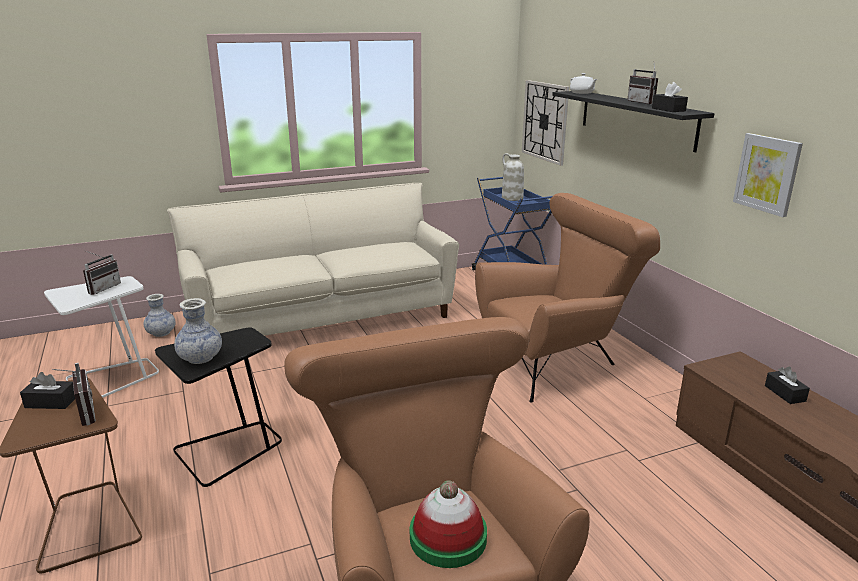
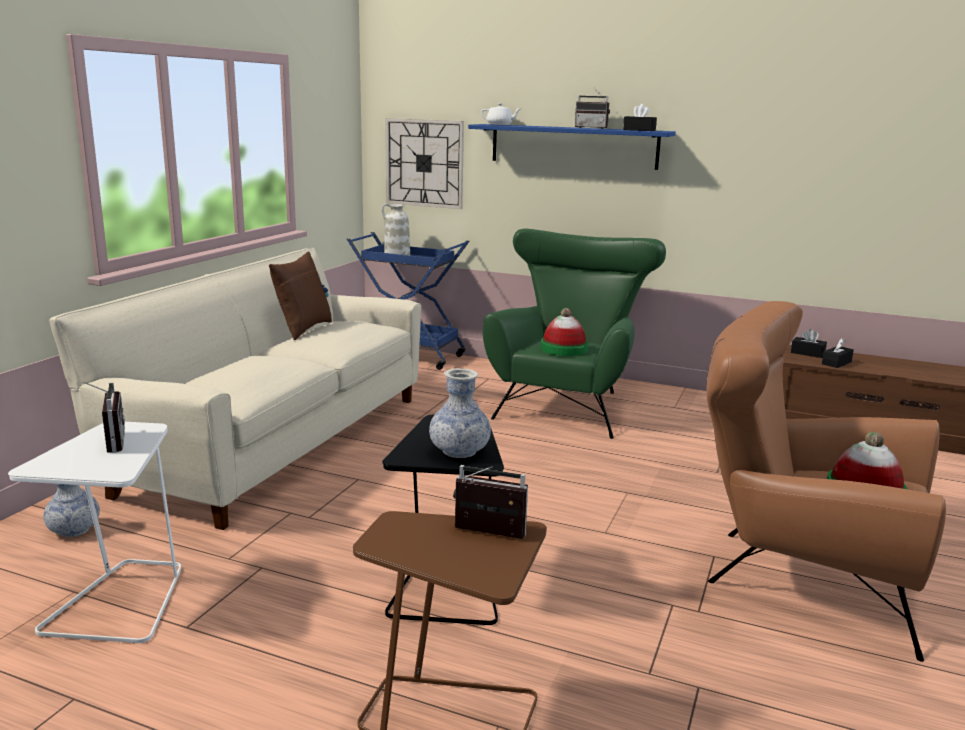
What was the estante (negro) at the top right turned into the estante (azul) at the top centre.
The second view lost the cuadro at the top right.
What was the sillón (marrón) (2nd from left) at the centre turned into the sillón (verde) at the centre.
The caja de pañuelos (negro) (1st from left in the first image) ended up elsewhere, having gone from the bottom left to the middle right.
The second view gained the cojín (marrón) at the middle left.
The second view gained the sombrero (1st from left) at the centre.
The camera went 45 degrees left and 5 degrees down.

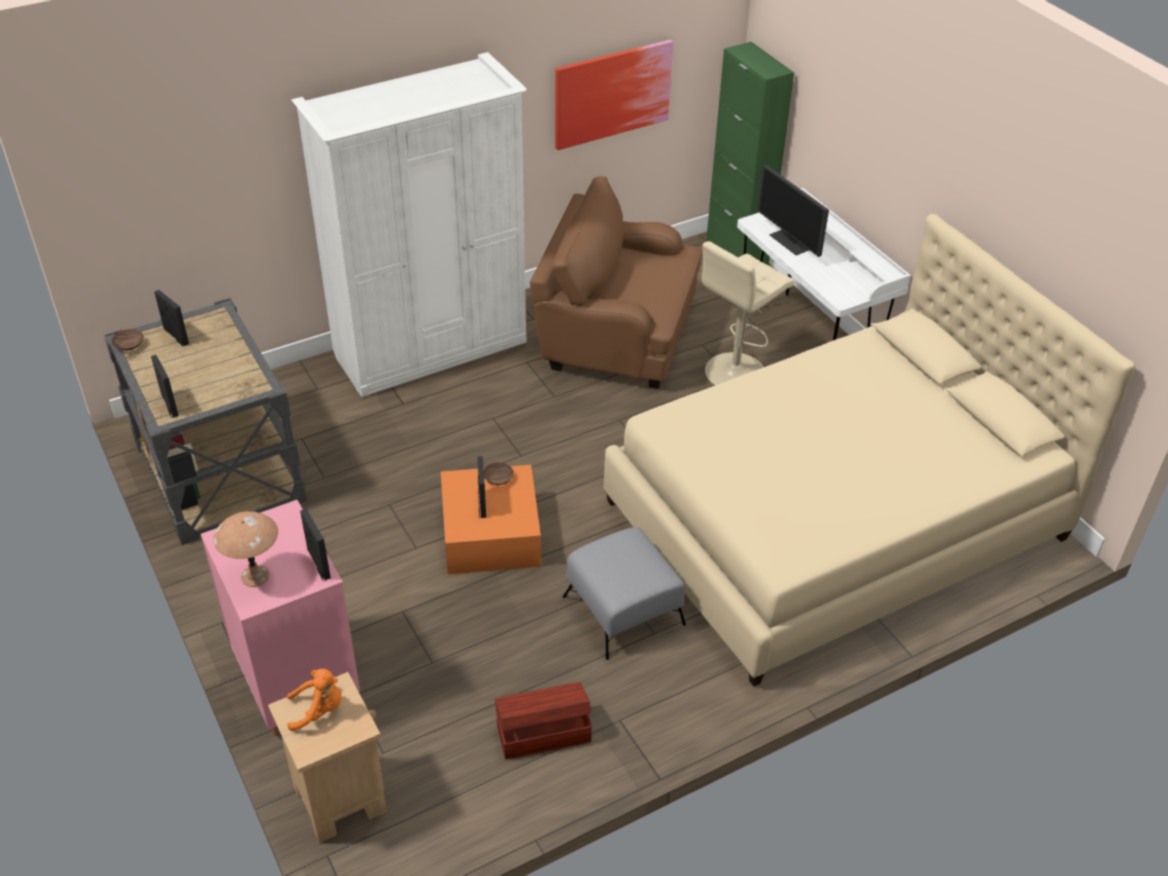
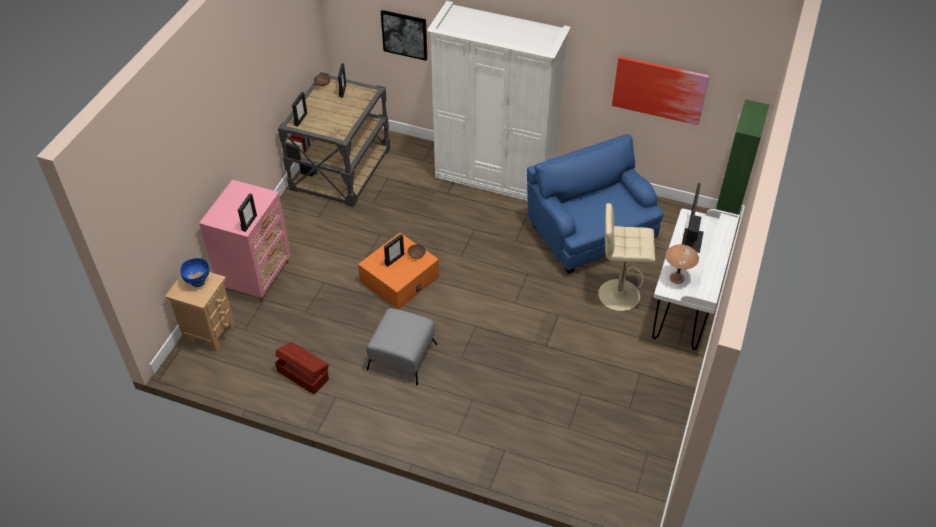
What was the sillón (marrón) at the top centre turned into the sillón (azul) at the centre.
The second view lost the cama (beis) at the middle right.
The lámpara de mesa (marrón) ended up elsewhere, having gone from the middle left to the middle right.
Where the peluche (naranja) stood at the bottom left, the cuenco (azul) came to stand at the middle left.
The second view gained the cuadro (1st from left) at the top centre.
The camera went 50 degrees right and 5 degrees up.

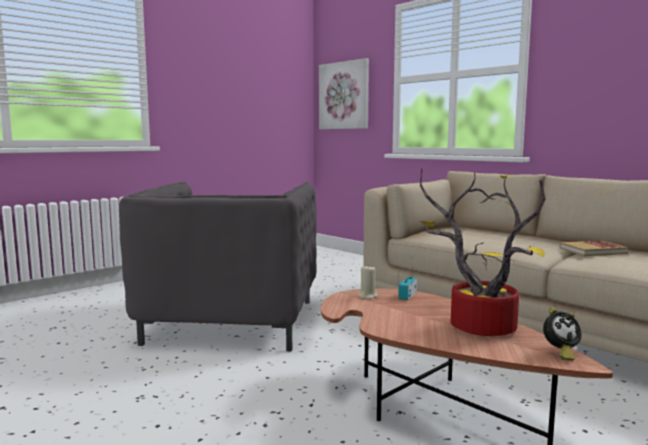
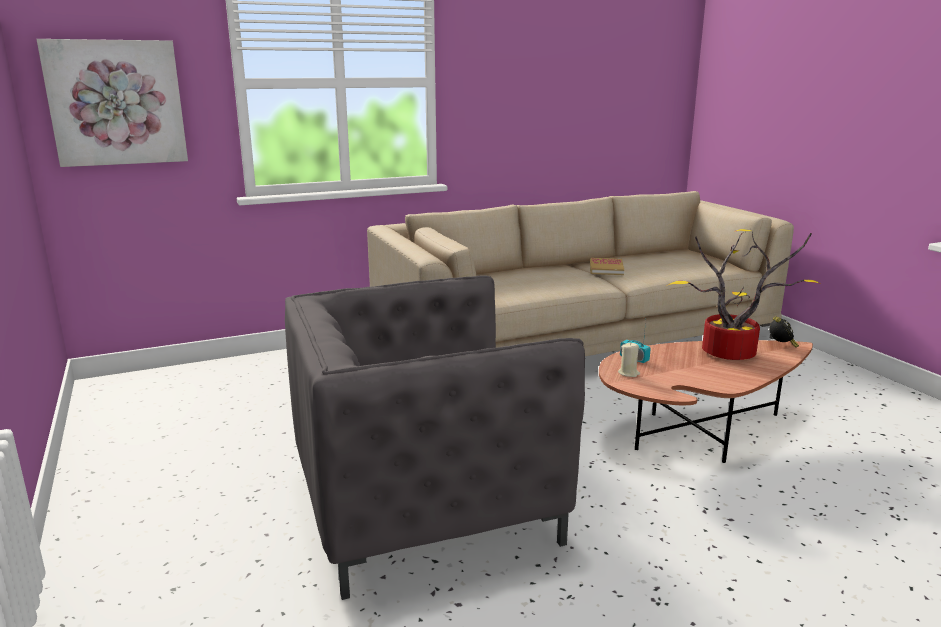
The sillón (gris) at the centre ended up facing another way, 135 degrees clockwise from before.
The camera went 70 degrees left and 10 degrees up.

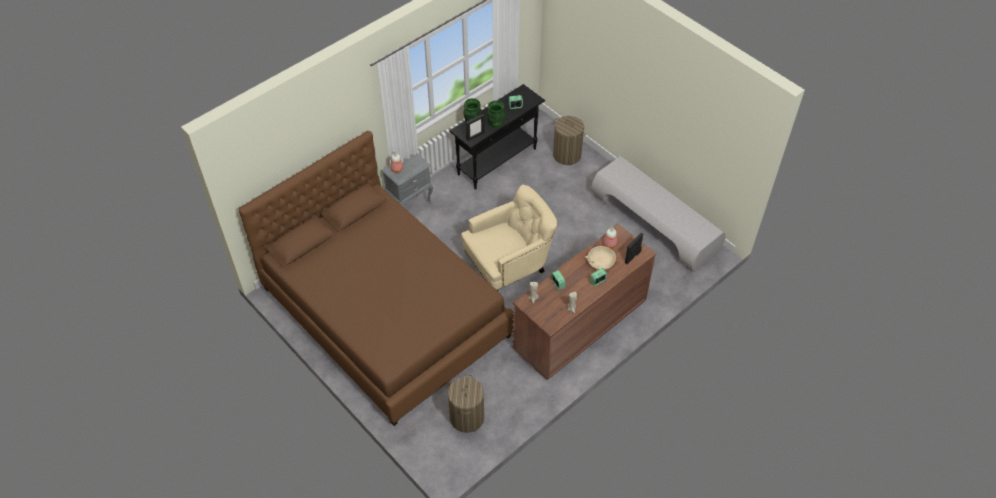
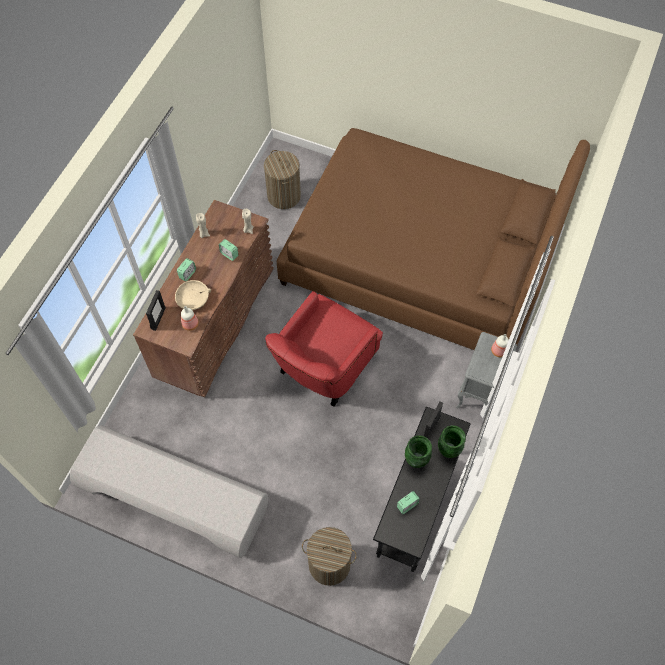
What was the sillón (beis) at the centre turned into the sillón (rojo) at the centre.
The camera went 155 degrees right and 10 degrees up.

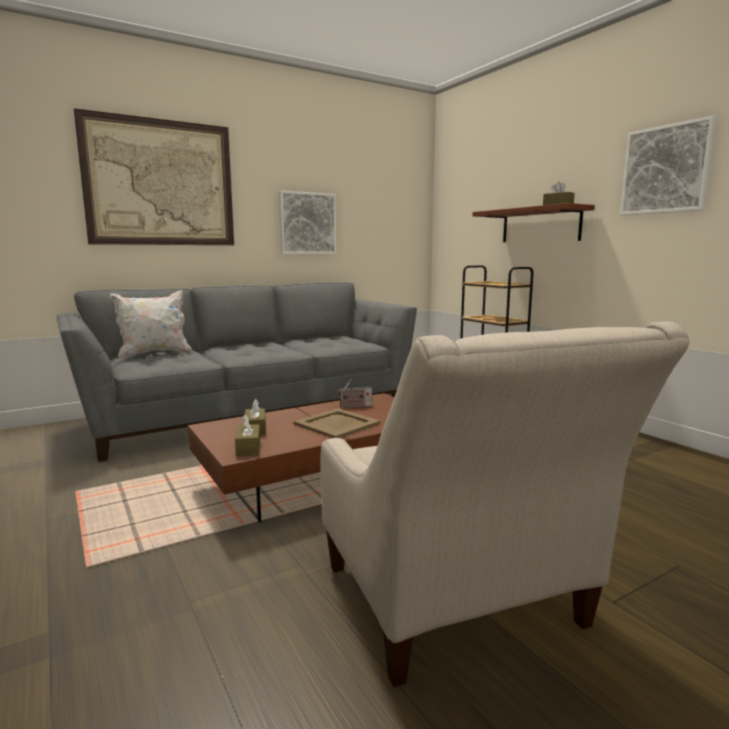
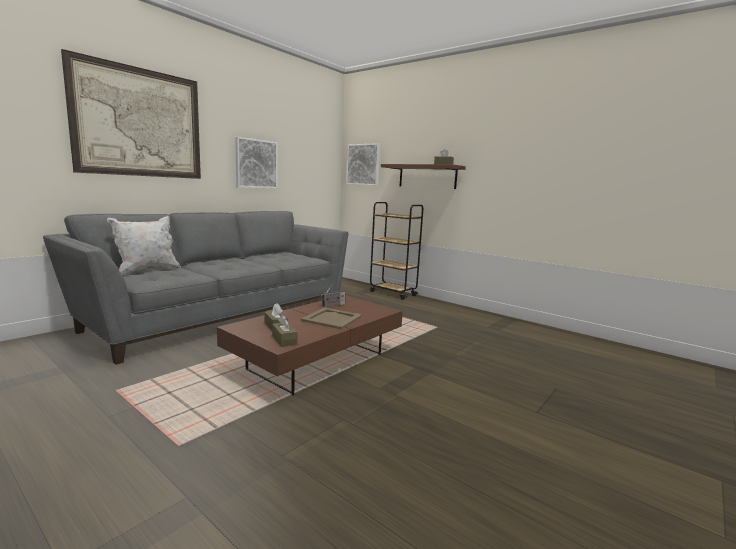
The cuadro (3rd from left) ended up elsewhere, having gone from the top right to the top centre.
The second view lost the sillón (beis) at the bottom right.
The camera went 20 degrees left and 0 degrees up.

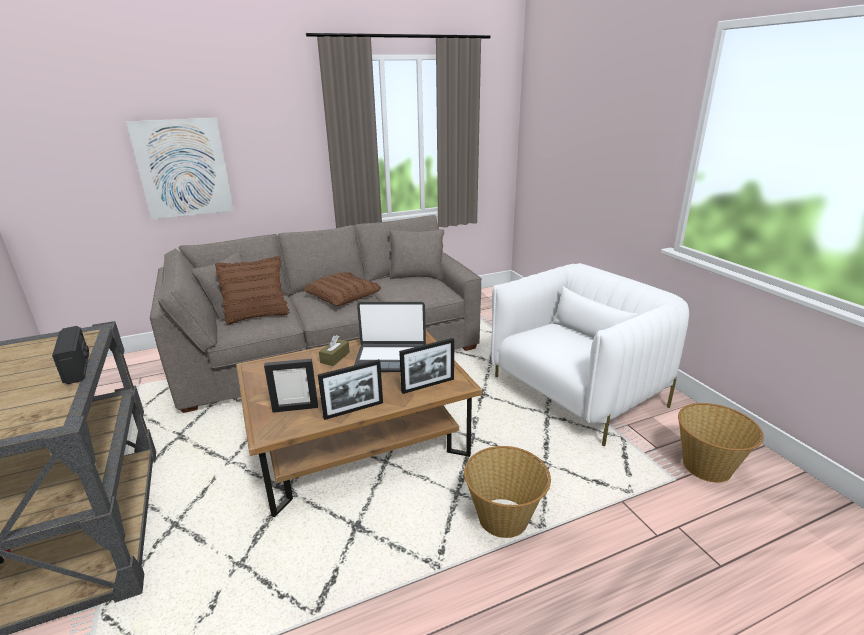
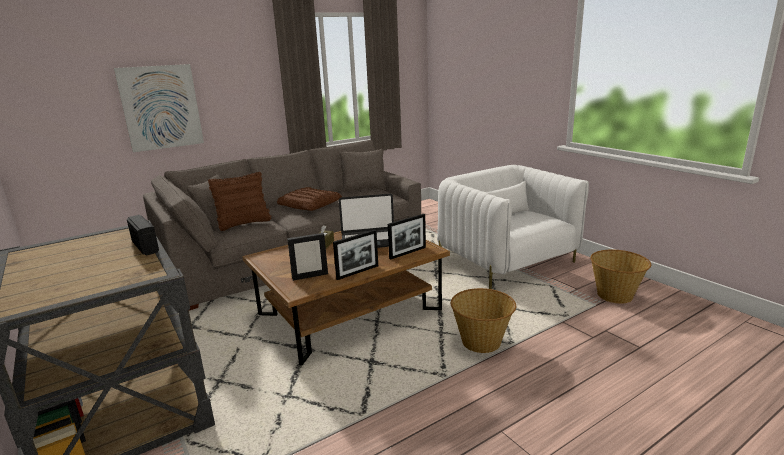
The sillón (blanco) at the middle right ended up facing another way, 75 degrees counterclockwise from before.
The camera went 10 degrees left and 5 degrees down.

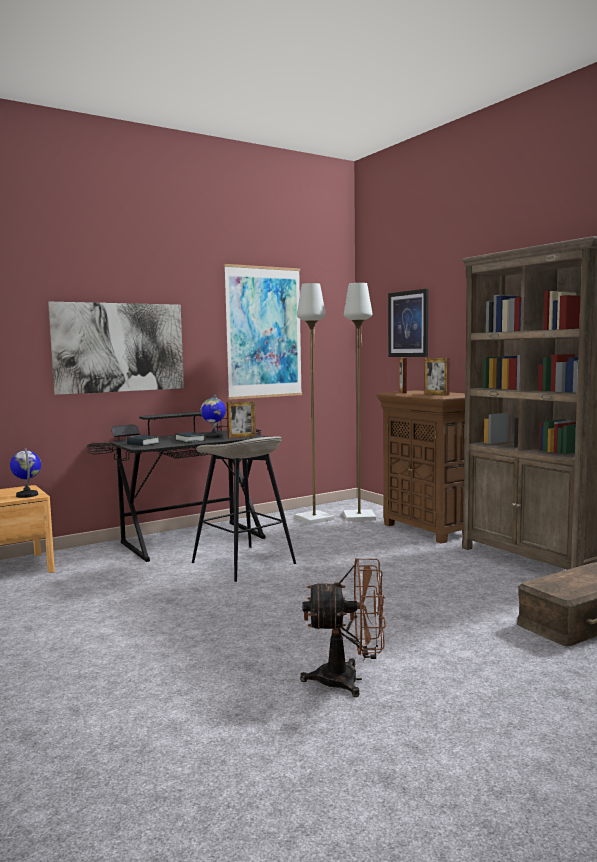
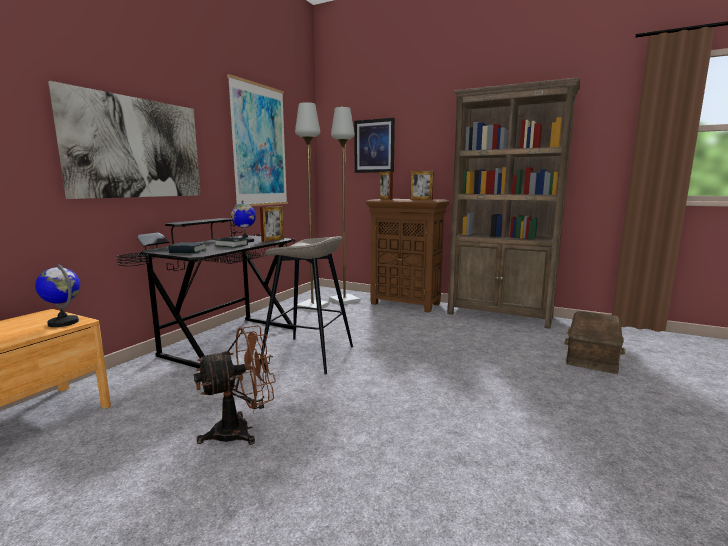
The ventilador (marrón) ended up elsewhere, having gone from the bottom centre to the bottom left.
The camera went 30 degrees left and 5 degrees up.

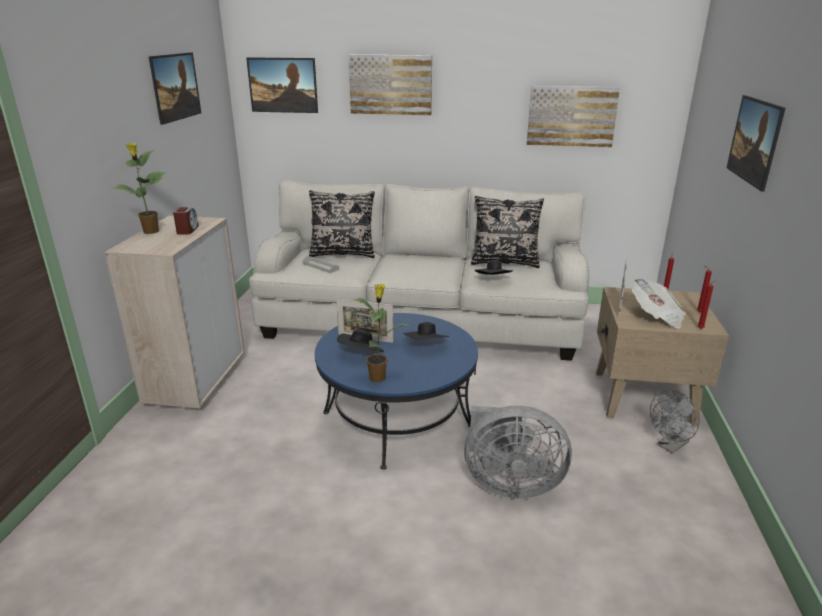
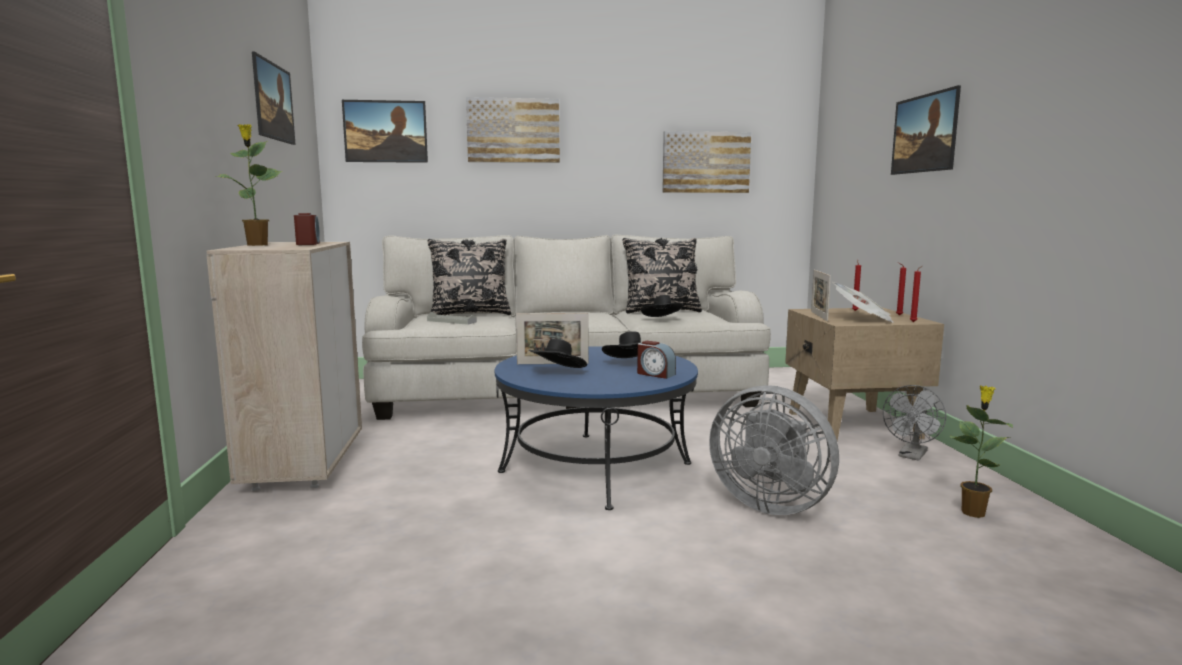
The planta en maceta (2nd from left) ended up elsewhere, having gone from the centre to the bottom right.
The ventilador (gris) (1st from left) at the bottom centre ended up facing another way, 45 degrees clockwise from before.
The second view gained the despertador (2nd from left) at the centre.
The camera went 15 degrees left and 15 degrees down.

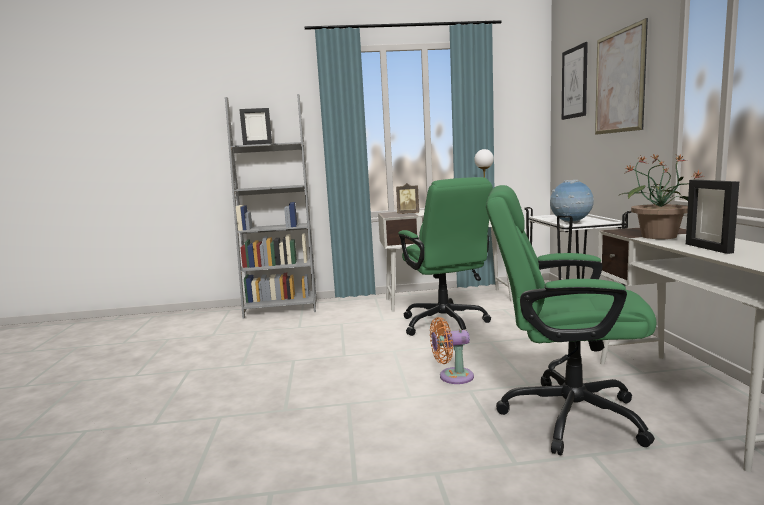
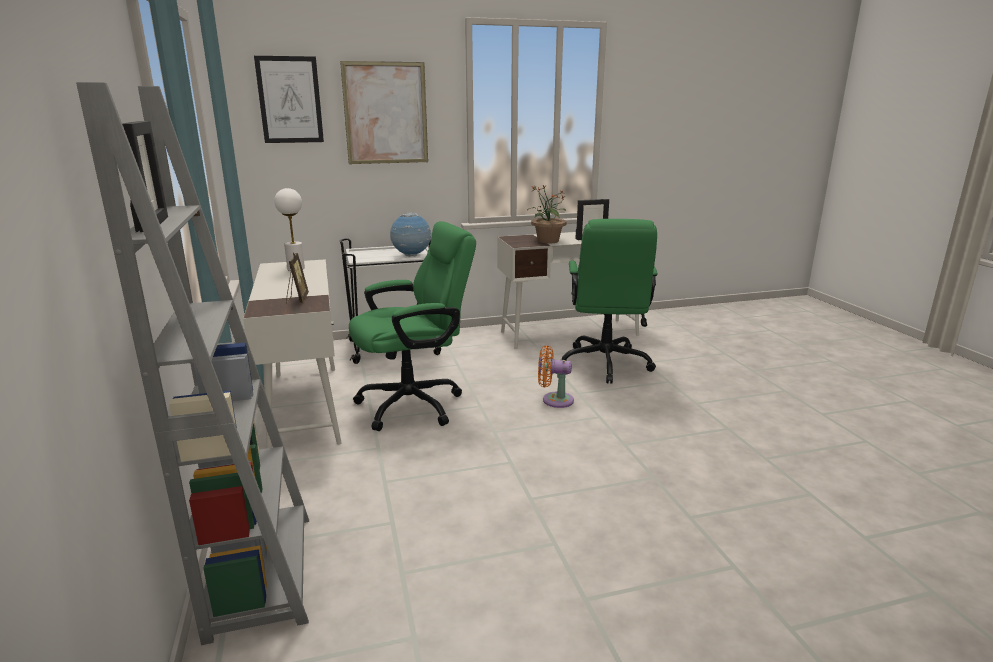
The ventilador (naranja) at the bottom centre ended up facing another way, 120 degrees clockwise from before.
The camera went 100 degrees left and 10 degrees up.

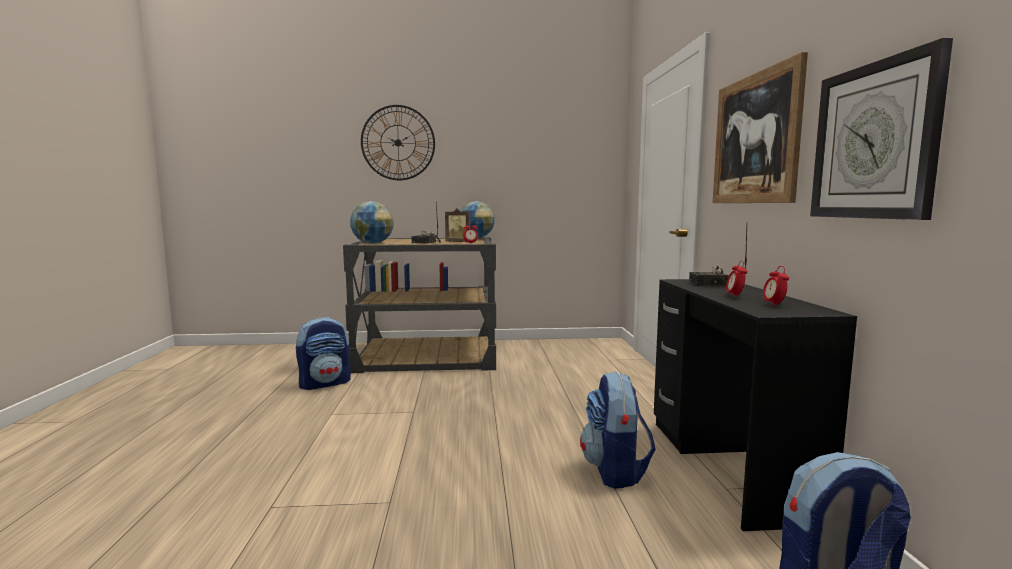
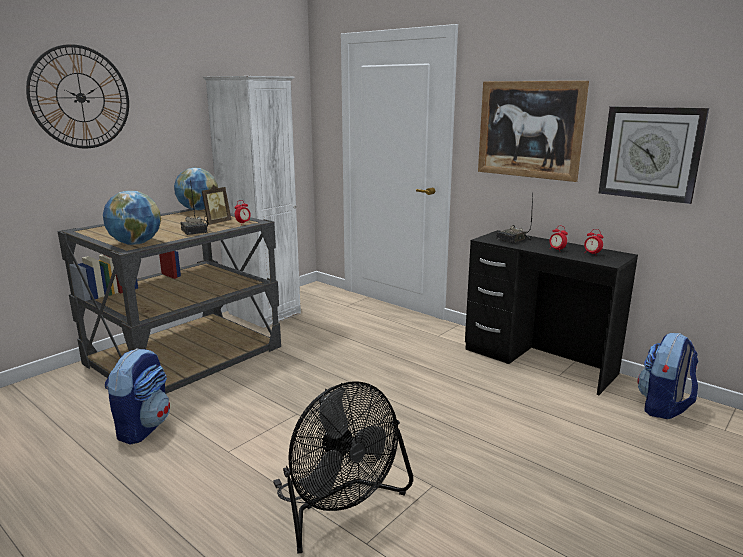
The second view lost the mochila (2nd from left) at the bottom centre.
The second view gained the armario (blanco) at the centre.
The second view gained the ventilador (negro) at the bottom centre.
The camera went 45 degrees left and 10 degrees up.

